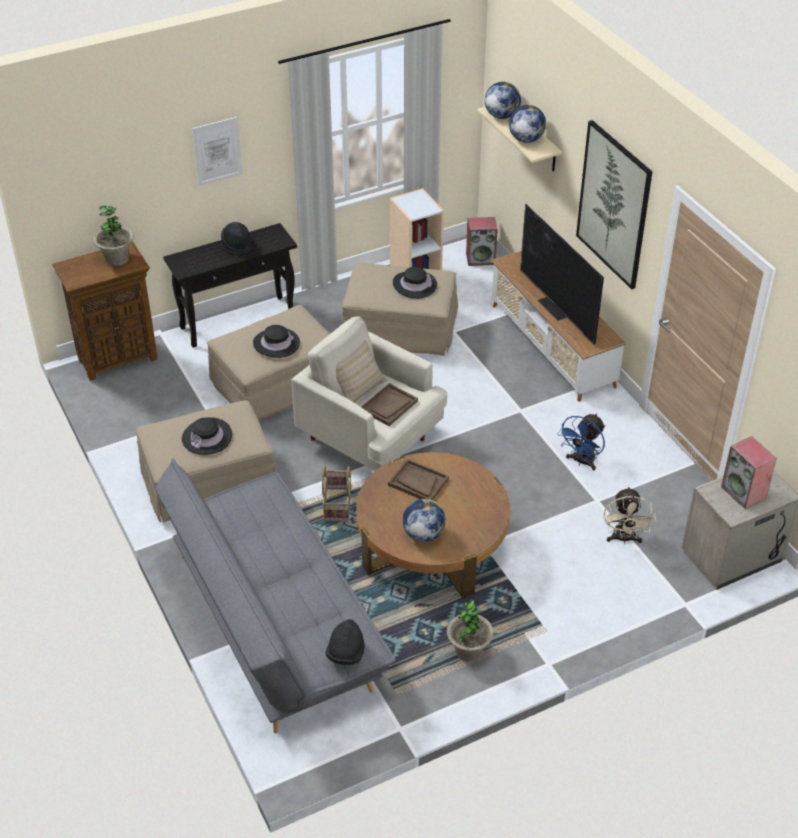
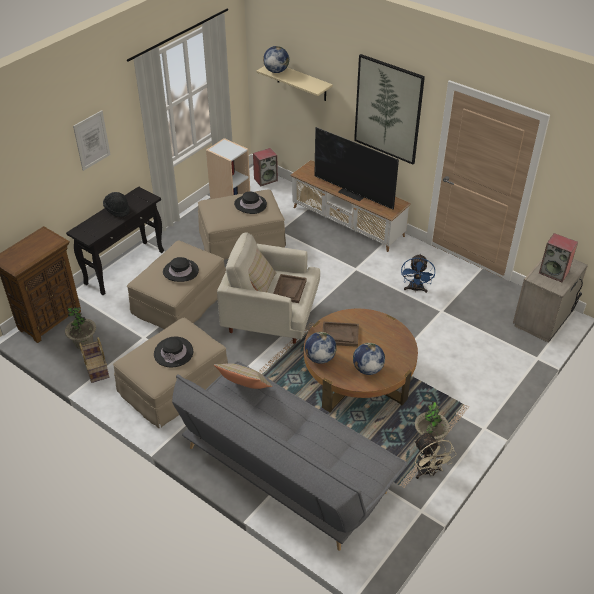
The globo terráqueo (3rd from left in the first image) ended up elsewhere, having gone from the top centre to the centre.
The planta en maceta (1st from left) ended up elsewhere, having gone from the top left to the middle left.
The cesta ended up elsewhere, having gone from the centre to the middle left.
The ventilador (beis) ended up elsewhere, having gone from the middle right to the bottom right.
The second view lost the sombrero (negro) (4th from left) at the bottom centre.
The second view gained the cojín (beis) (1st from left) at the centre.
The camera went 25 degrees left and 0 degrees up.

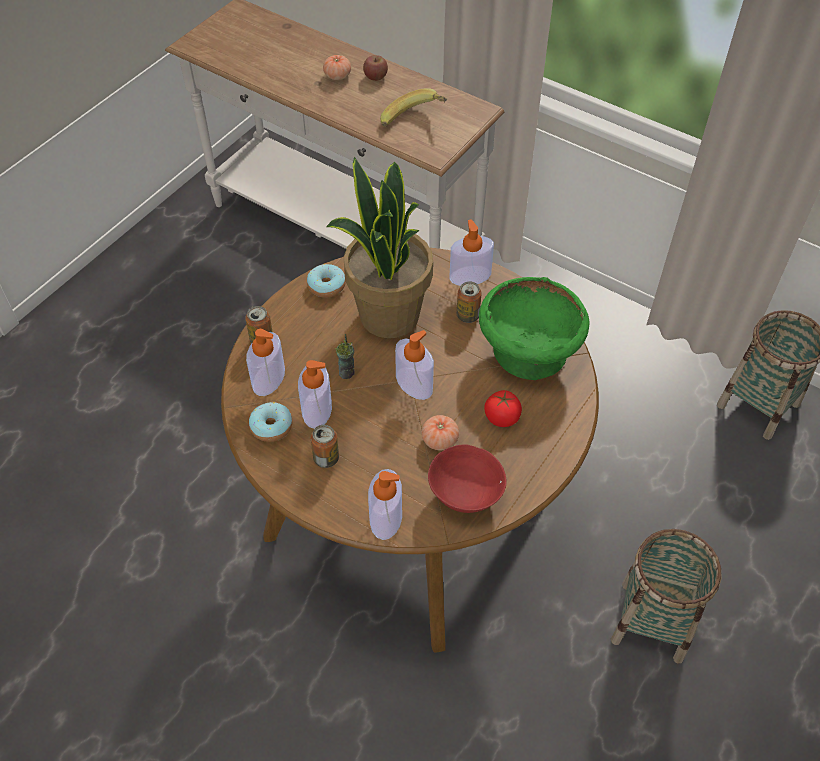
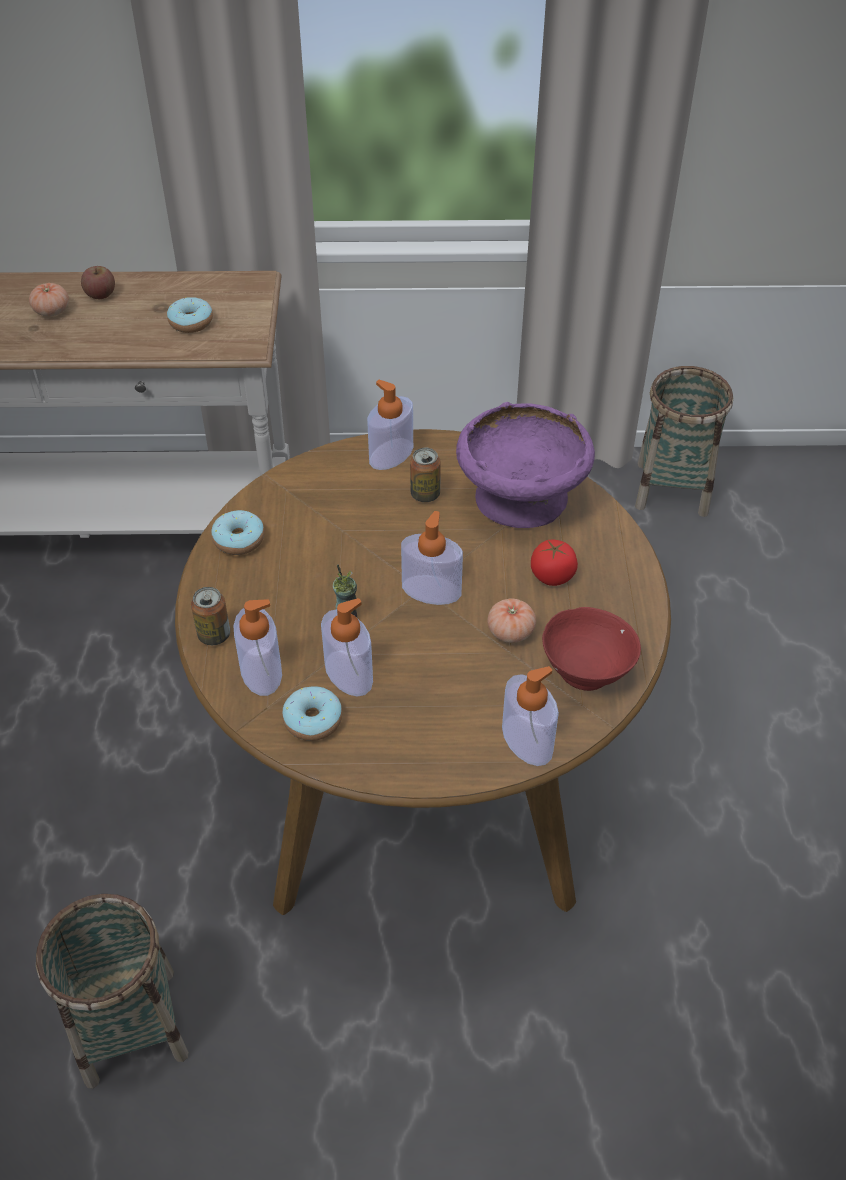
Where the plátano stood at the top centre, the rosquilla (1st from left) came to stand at the top left.
The second view lost the planta en maceta at the top centre.
What was the cuenco (verde) at the centre turned into the cuenco (morado) at the centre.
The second view lost the lata (2nd from left) at the centre.
The cesta (1st from left) ended up elsewhere, having gone from the bottom right to the bottom left.
The camera went 35 degrees left and 5 degrees down.

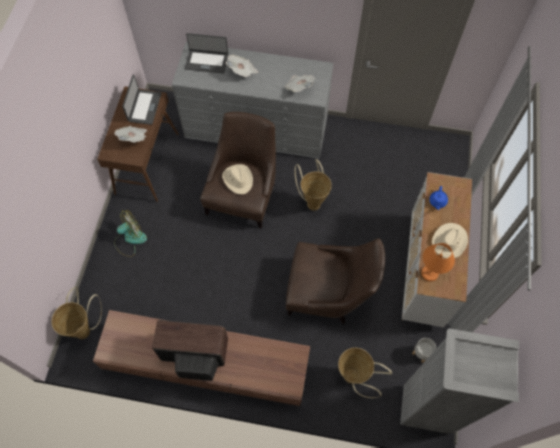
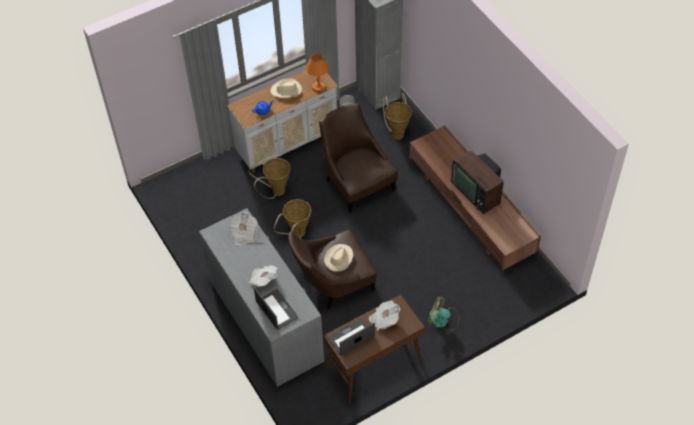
The cesta (1st from left) ended up elsewhere, having gone from the bottom left to the centre.
The camera went 130 degrees left and 10 degrees down.

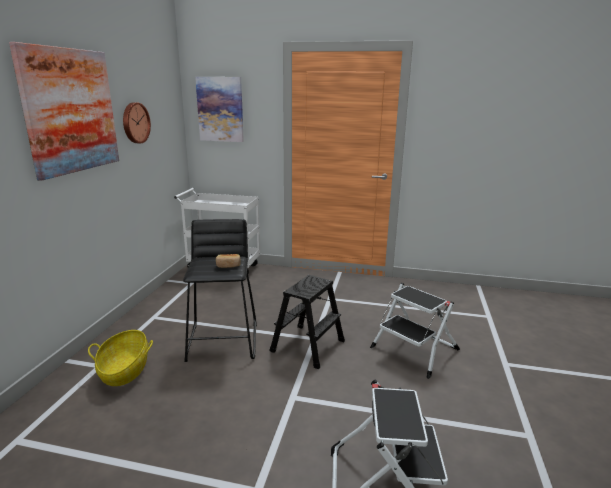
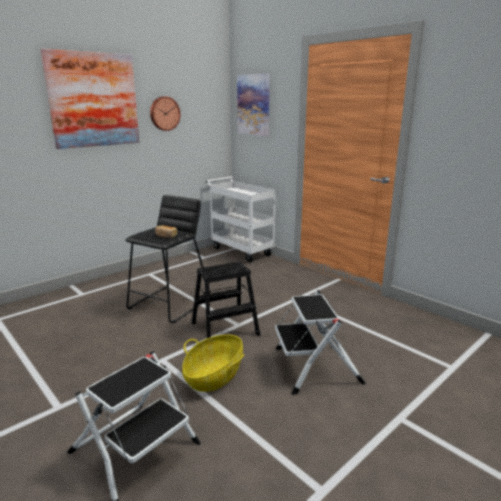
The cesta ended up elsewhere, having gone from the bottom left to the bottom centre.
The camera went 35 degrees right and 0 degrees up.

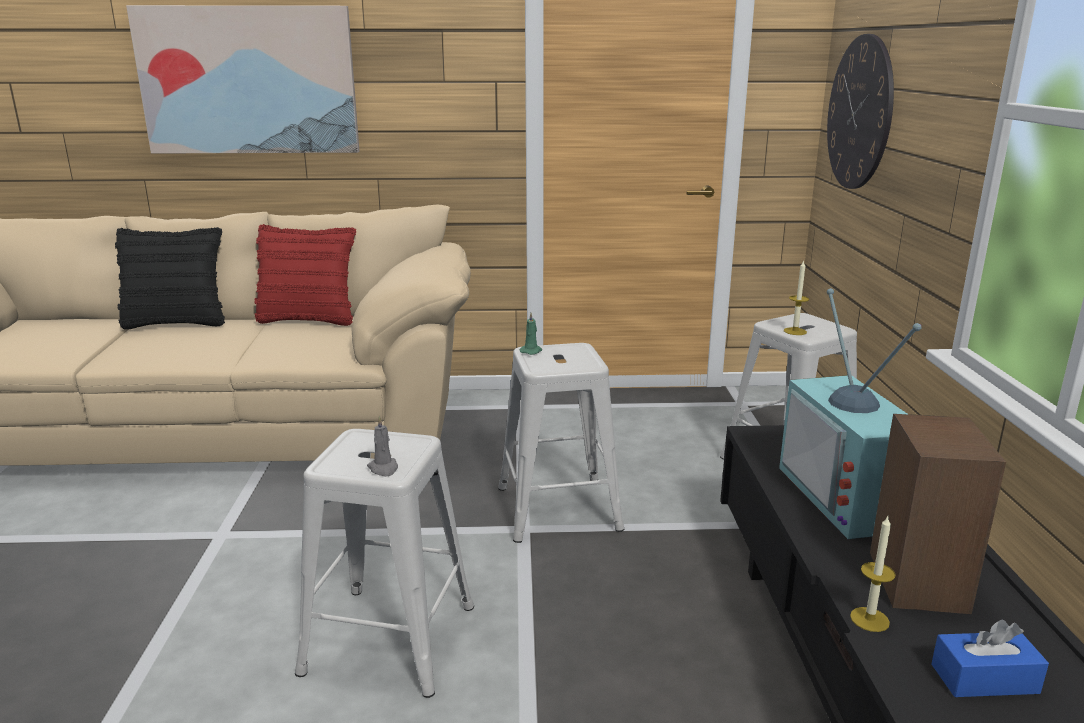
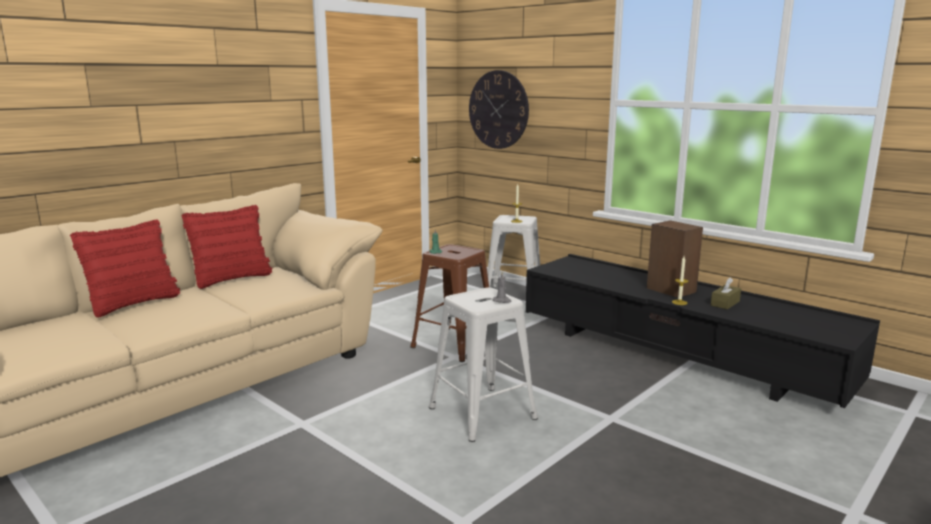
The second view lost the cuadro at the top left.
What was the cojín (negro) at the middle left turned into the cojín (rojo) (1st from left) at the middle left.
The second view lost the televisor at the middle right.
What was the taburete (blanco) (2nd from left) at the centre turned into the taburete (marrón) at the centre.
What was the caja de pañuelos (azul) at the bottom right turned into the caja de pañuelos (marrón) at the middle right.
The camera went 45 degrees left and 5 degrees down.

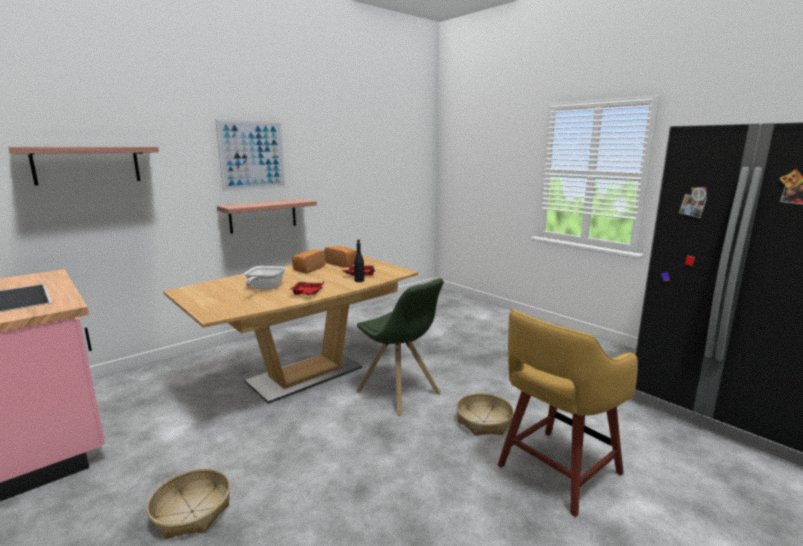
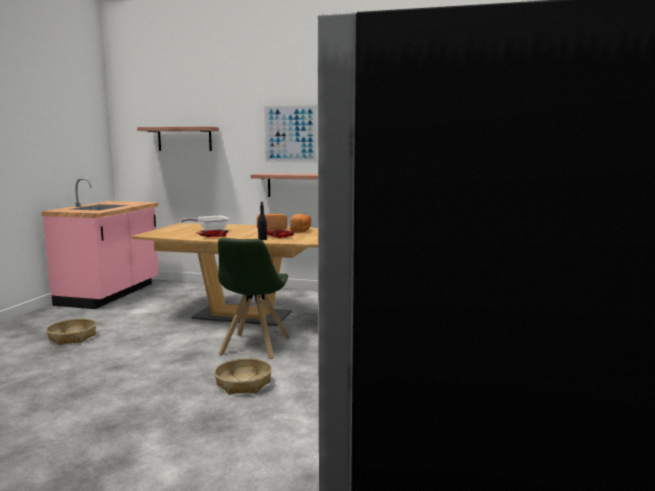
The second view lost the taburete (amarillo) at the bottom right.
The camera went 55 degrees right and 5 degrees down.

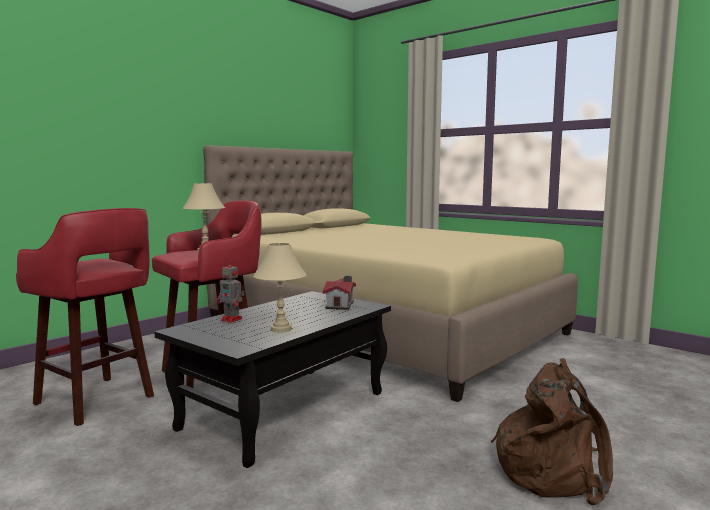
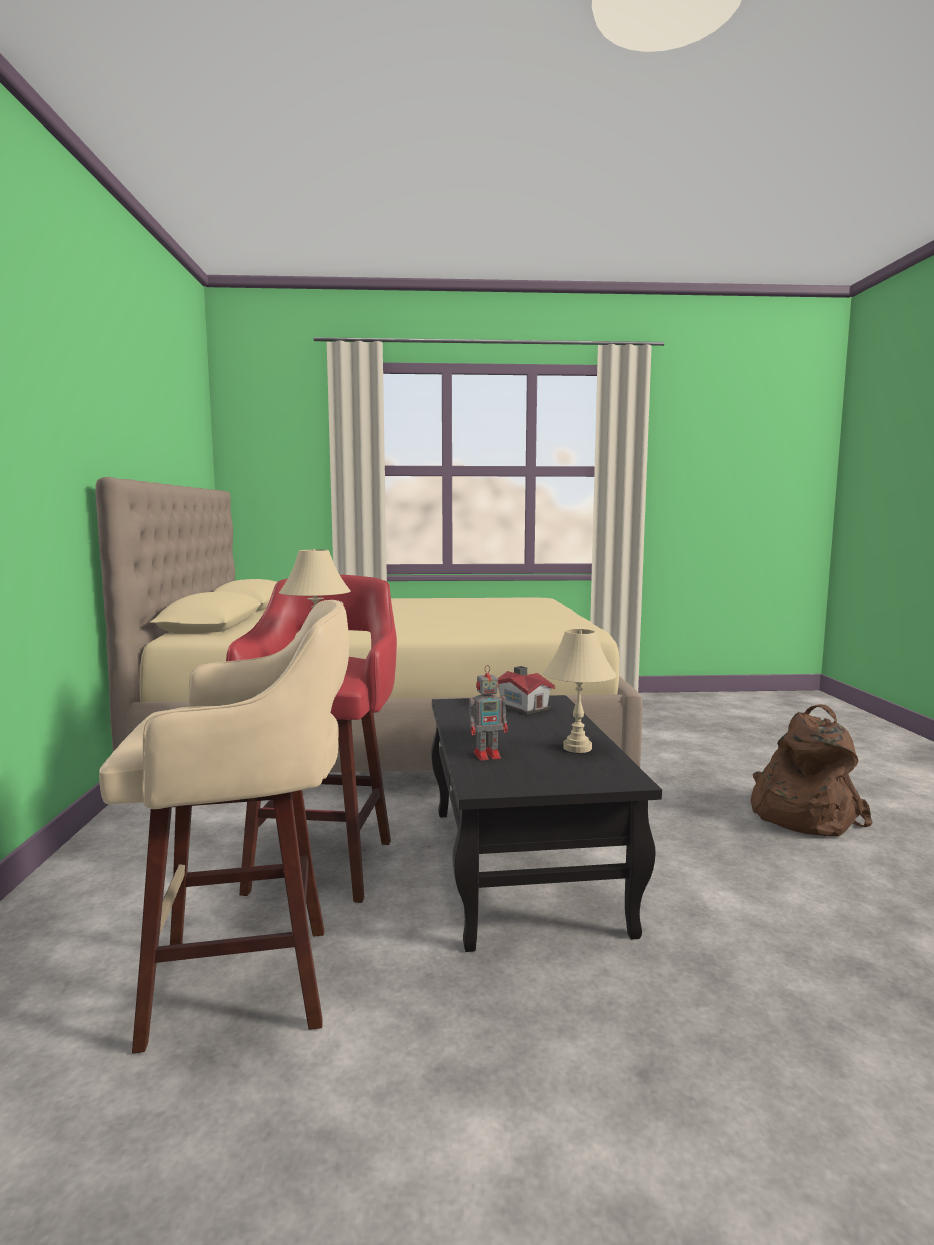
What was the taburete (rojo) (1st from left) at the middle left turned into the taburete (beis) at the middle left.
The camera went 45 degrees left and 0 degrees up.

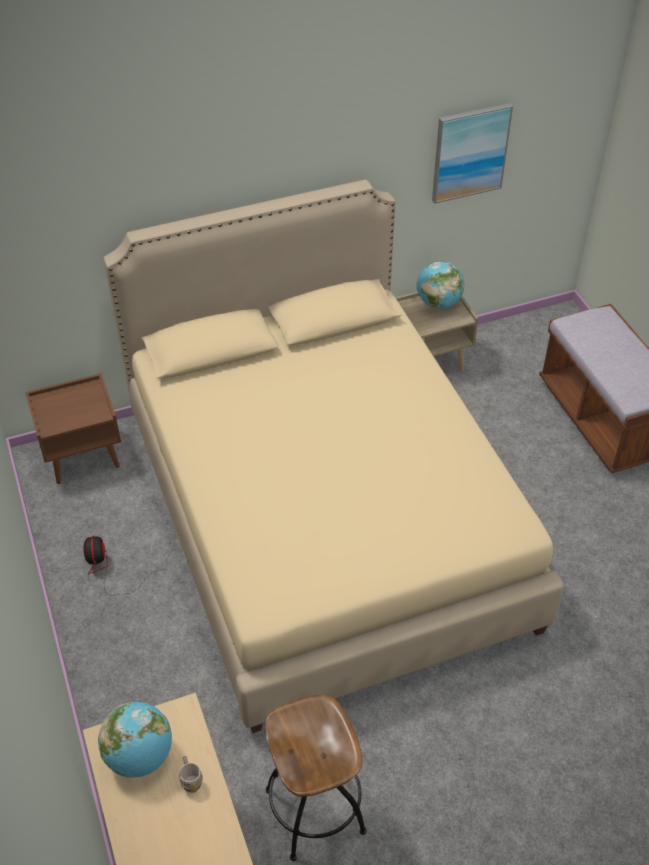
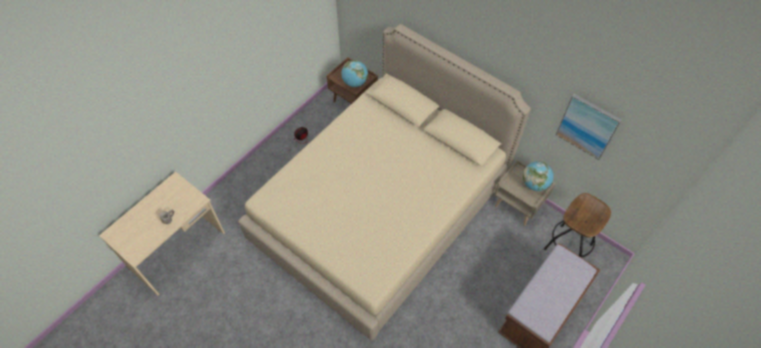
The taburete (marrón) ended up elsewhere, having gone from the bottom centre to the middle right.
The globo terráqueo (1st from left) ended up elsewhere, having gone from the bottom left to the top centre.
The camera went 60 degrees right and 10 degrees up.

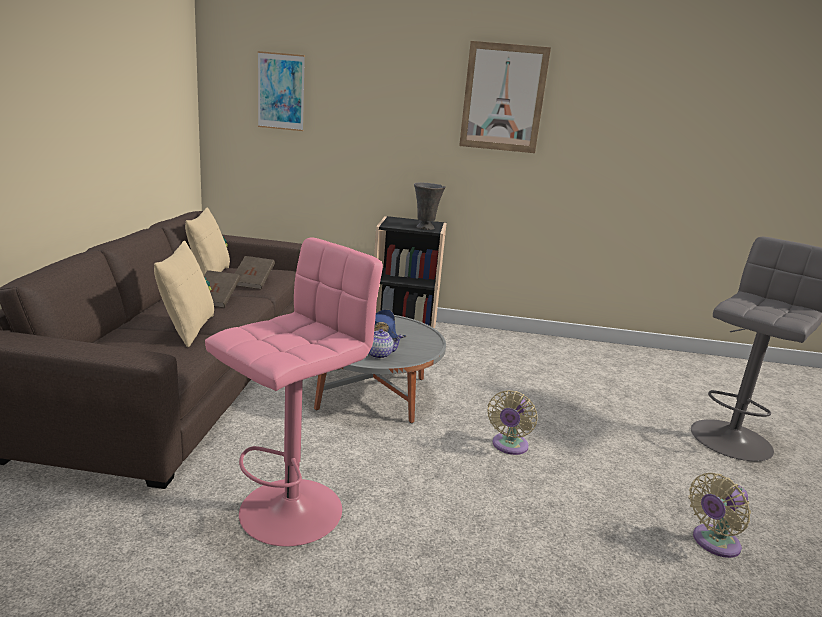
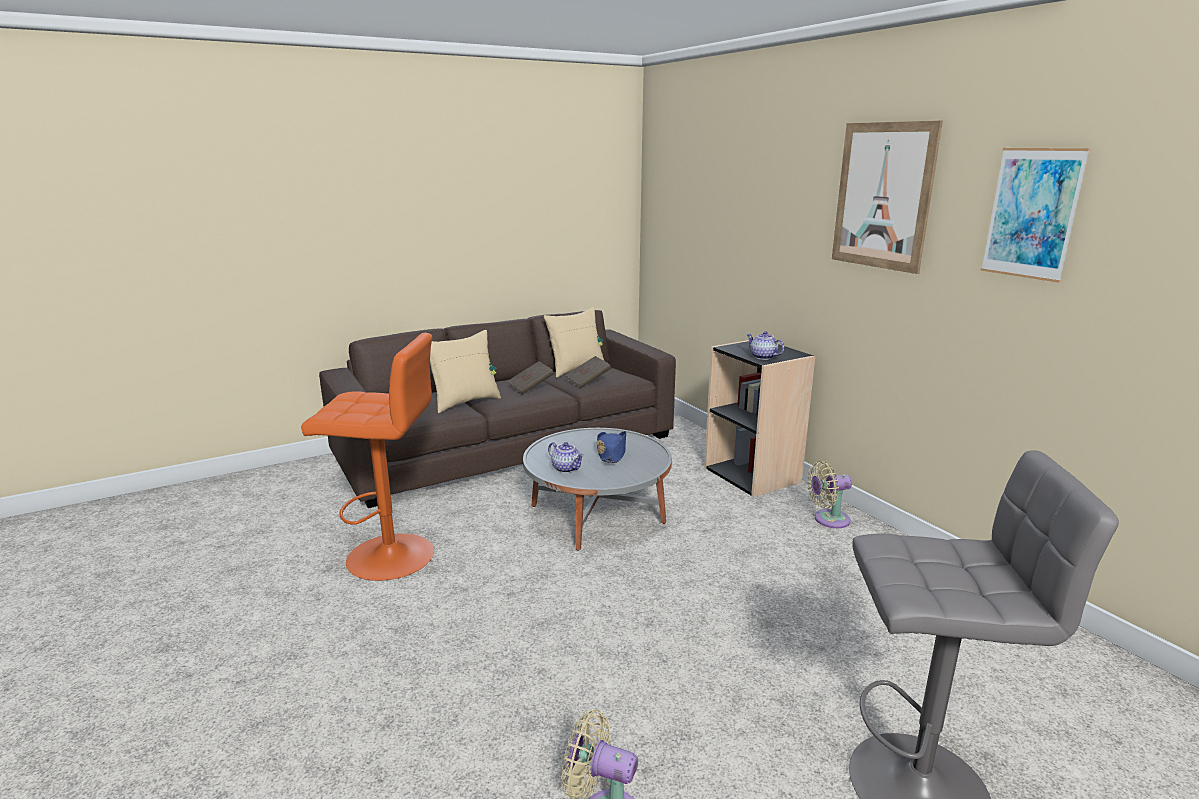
The cuadro (1st from left in the first image) ended up elsewhere, having gone from the top centre to the top right.
Where the florero (gris) stood at the centre, the tetera (2nd from left) came to stand at the centre.
What was the taburete (rosa) at the centre turned into the taburete (naranja) at the middle left.
The ventilador (beis) (1st from left in the first image) ended up elsewhere, having gone from the bottom centre to the middle right.
The camera went 55 degrees right and 0 degrees up.

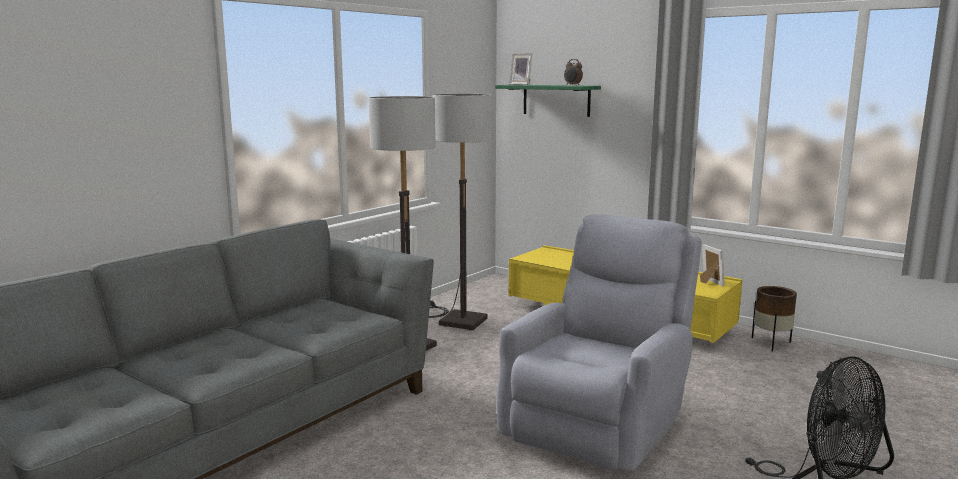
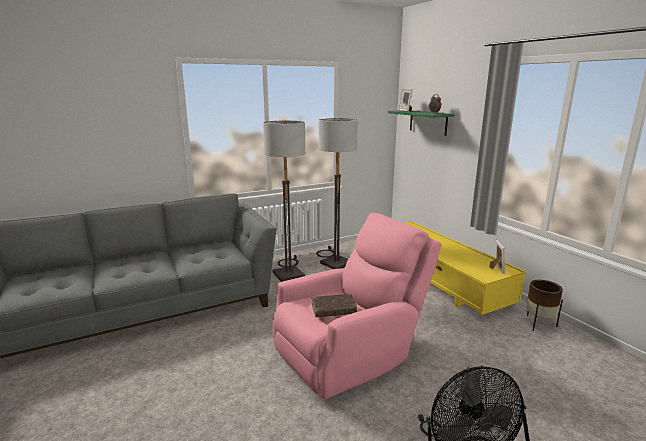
What was the sillón (gris) at the bottom centre turned into the sillón (rosa) at the bottom centre.
The second view gained the libro (marrón) at the bottom centre.
The camera went 25 degrees right and 5 degrees up.

